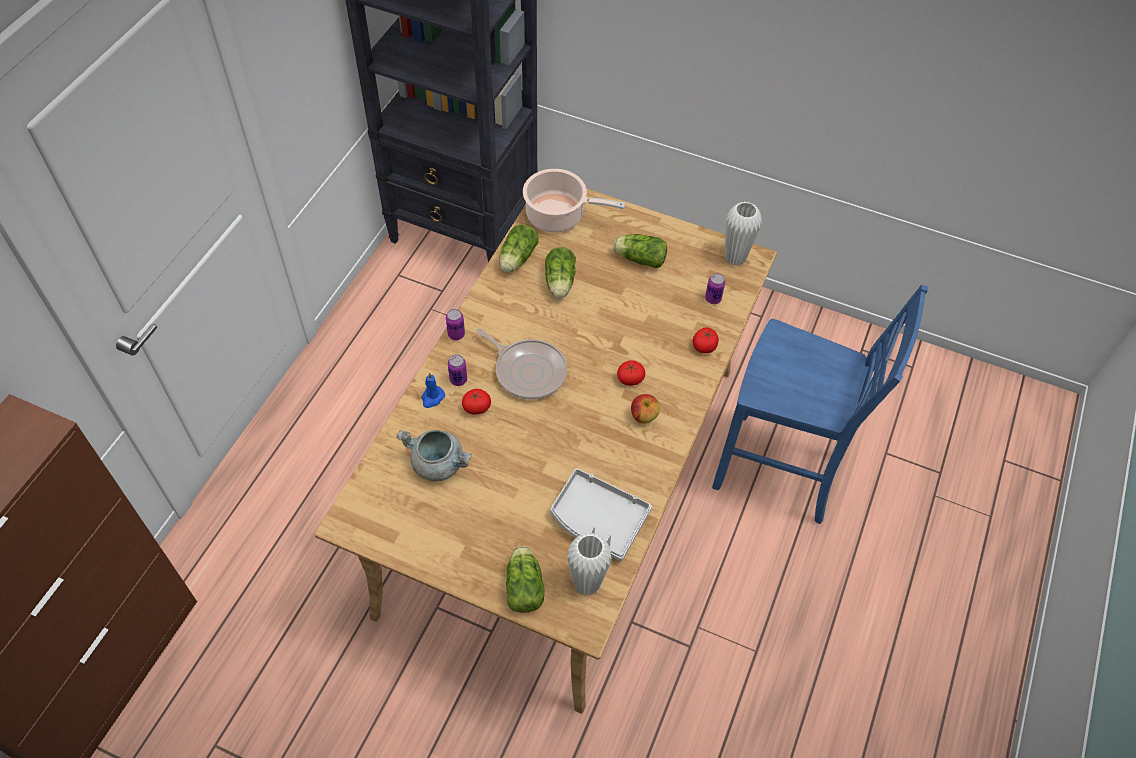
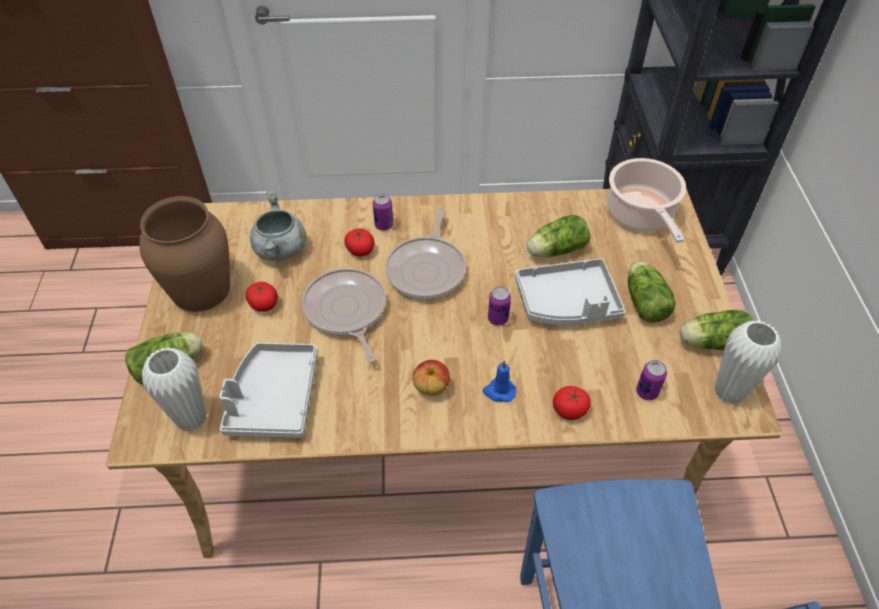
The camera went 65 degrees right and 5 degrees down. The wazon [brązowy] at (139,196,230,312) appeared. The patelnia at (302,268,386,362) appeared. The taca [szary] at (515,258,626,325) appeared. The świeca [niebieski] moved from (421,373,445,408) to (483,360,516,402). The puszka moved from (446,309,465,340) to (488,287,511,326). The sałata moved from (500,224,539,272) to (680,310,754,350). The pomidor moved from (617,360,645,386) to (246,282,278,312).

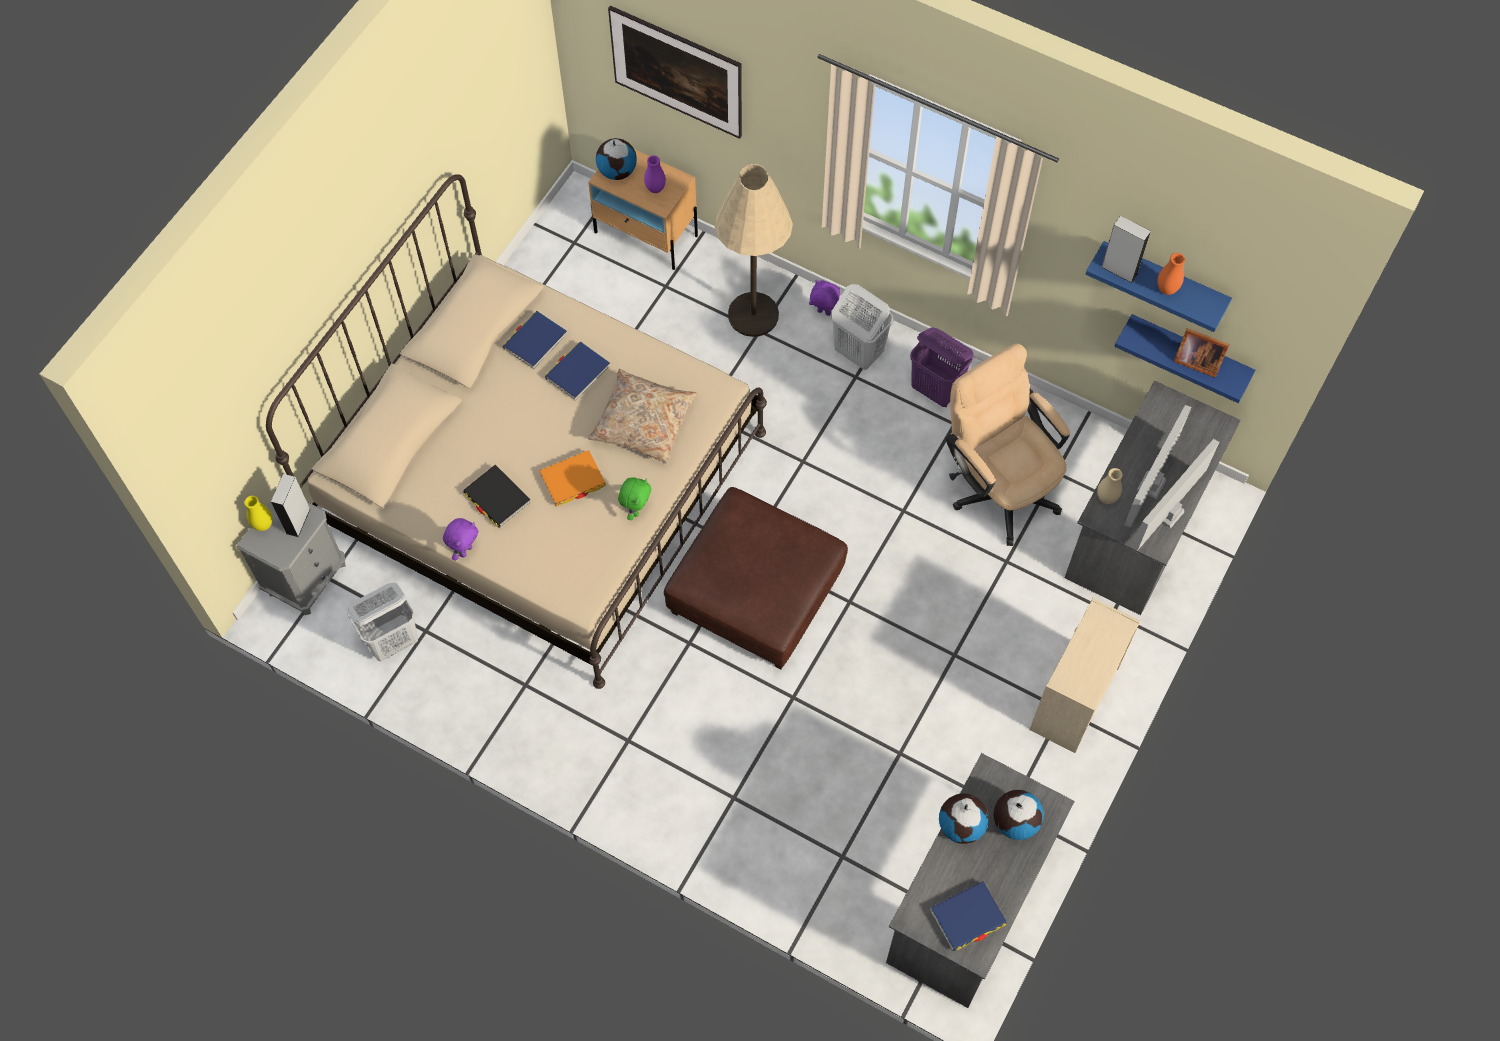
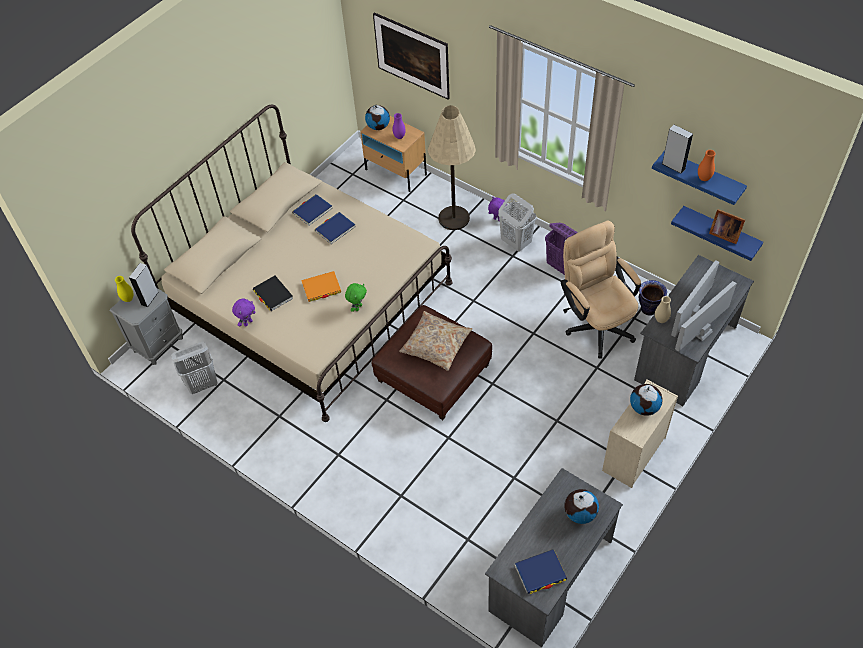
The camera went 10 degrees right and 10 degrees down. The wazon at (639,280,667,316) appeared. The poduszka [beżowy] moved from (588,369,697,464) to (399,311,472,371). The globus moved from (939,794,989,844) to (630,384,663,416).

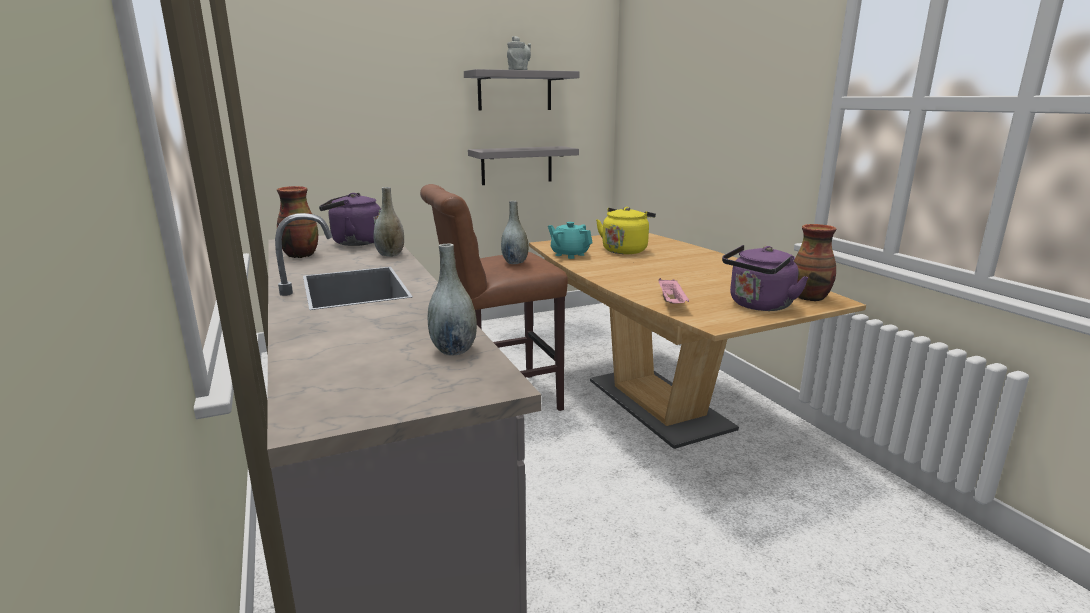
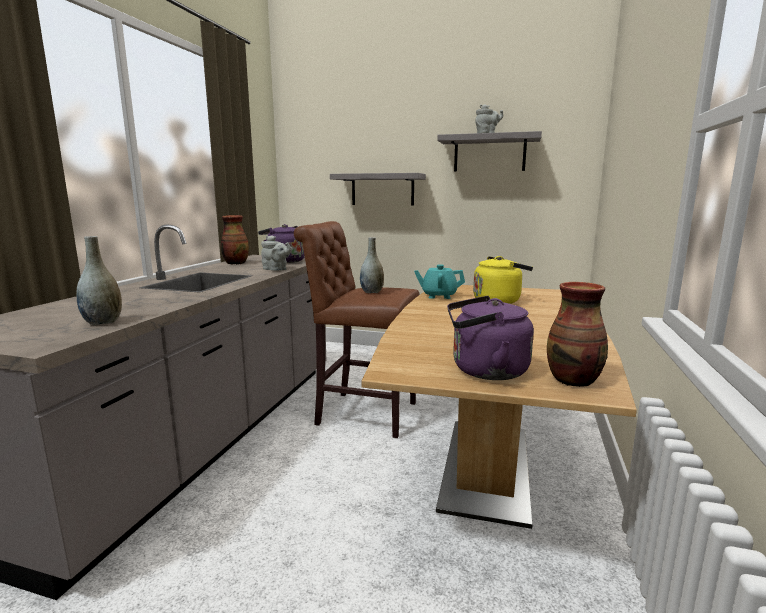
The camera went 40 degrees right and 5 degrees down. The taca [różowy] at (659,278,690,303) disappeared. The półka [szary] moved from (468,146,579,185) to (330,173,426,206). The wazon [szary] at (373,187,404,257) was replaced by the imbryk [szary] at (261,235,292,271). The imbryk [turkusowy] at (548,222,592,259) turned 75 degrees counterclockwise.

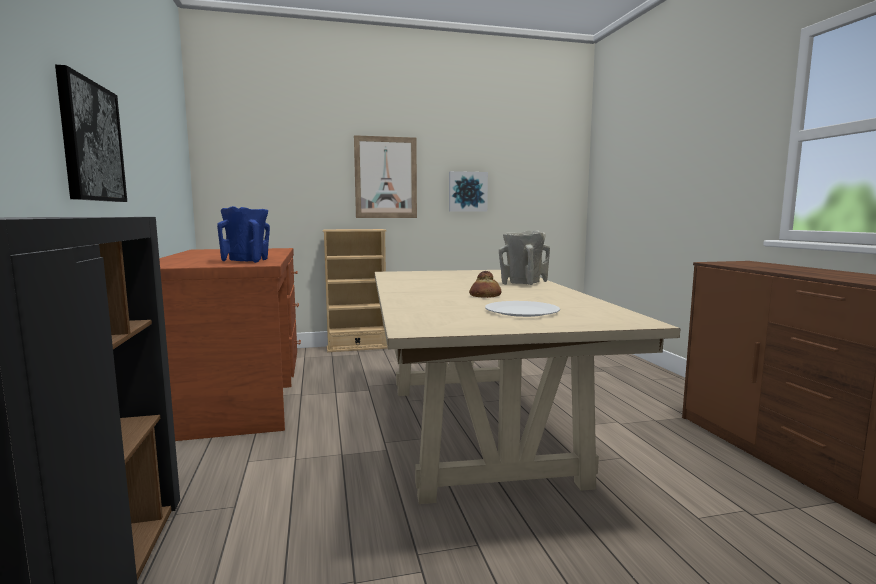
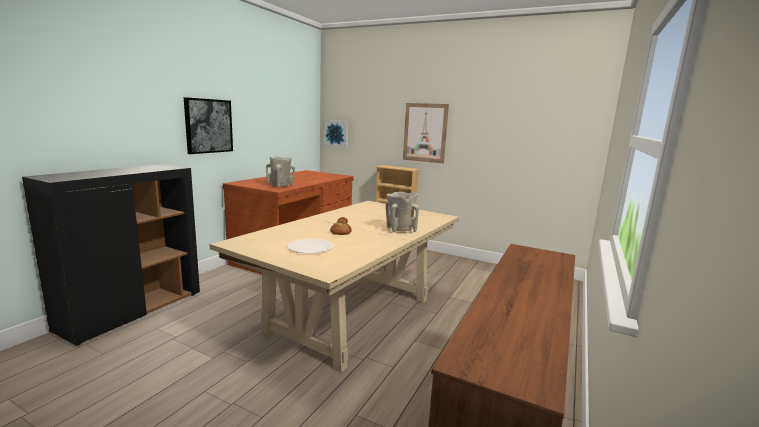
The camera went 40 degrees right and 5 degrees up. The obraz moved from (449,171,488,212) to (324,120,348,148). The wazon [niebieski] at (217,206,270,263) became the wazon [beżowy] at (266,156,295,188).

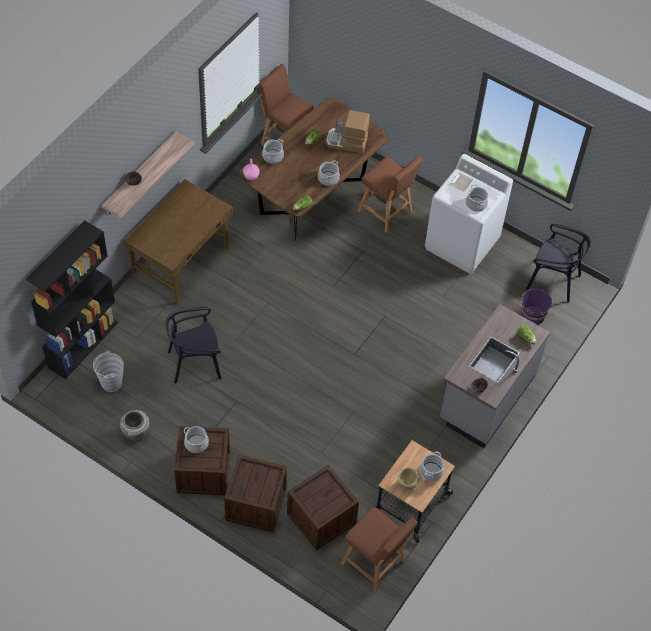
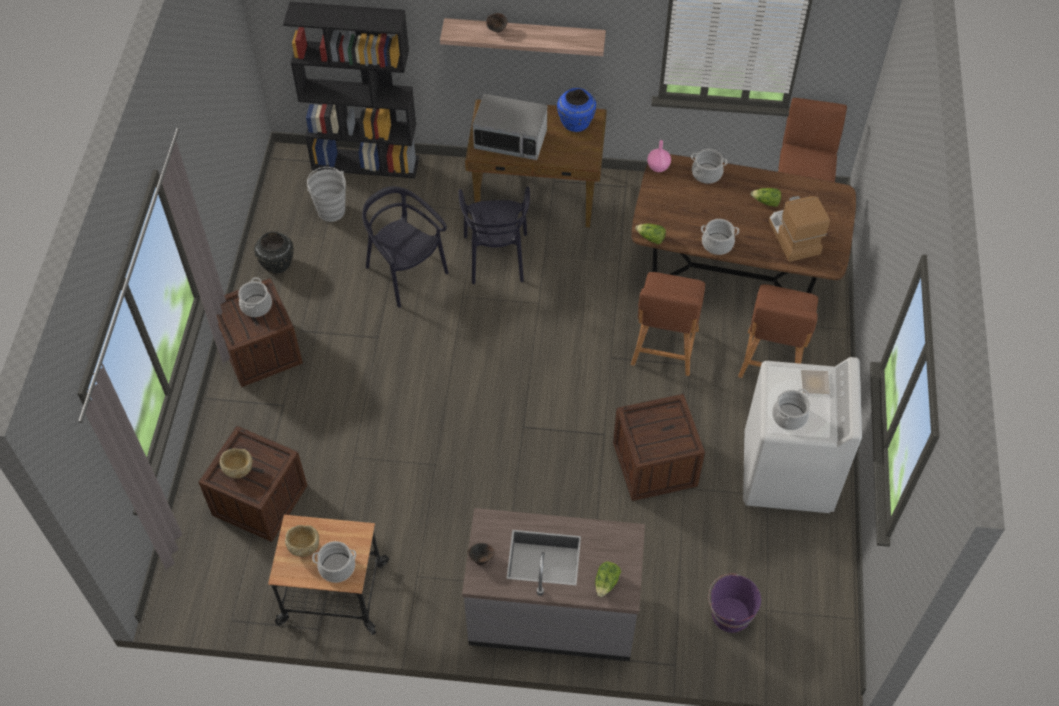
The camera went 65 degrees right and 0 degrees up. The miska [beżowy] at (219,448,252,478) appeared. The mikrofalówka at (473,94,547,160) appeared. The wazon [niebieski] at (557,88,596,132) appeared. The skrzynka moved from (224,455,287,532) to (613,394,705,501). The stołek [brązowy] moved from (341,507,418,592) to (631,272,705,376). The krzesło [czarny] moved from (526,224,591,302) to (458,187,530,284). The wazon [beżowy] at (120,410,150,442) became the wazon [czarny] at (254,232,293,274).

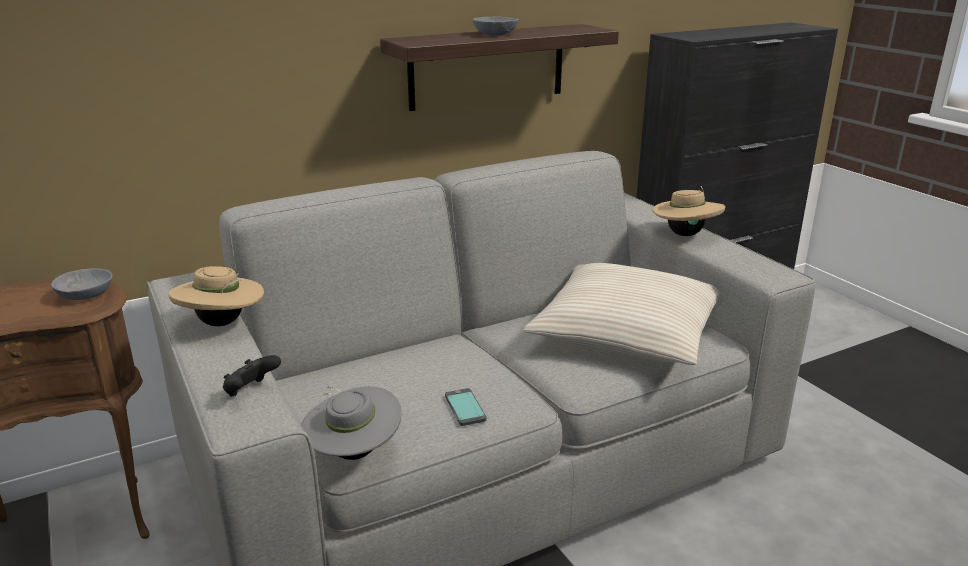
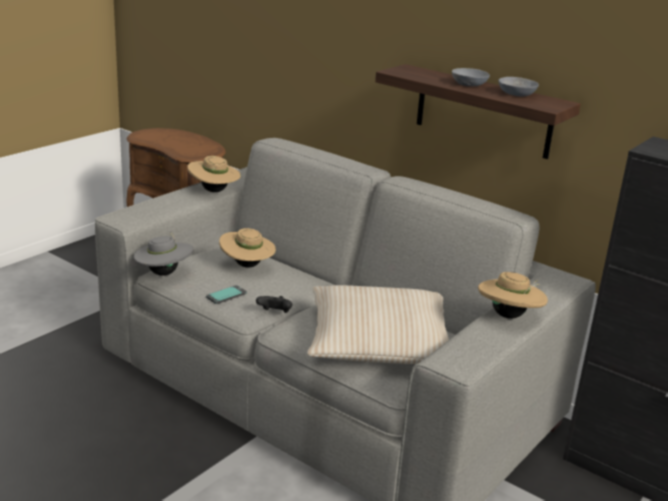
The camera went 65 degrees right and 0 degrees up. The kapelusz [beżowy] at (219,228,276,268) appeared. The miska [szary] moved from (51,268,113,300) to (498,77,539,97). The pad do gier [czarny] moved from (223,355,281,397) to (256,296,292,313).

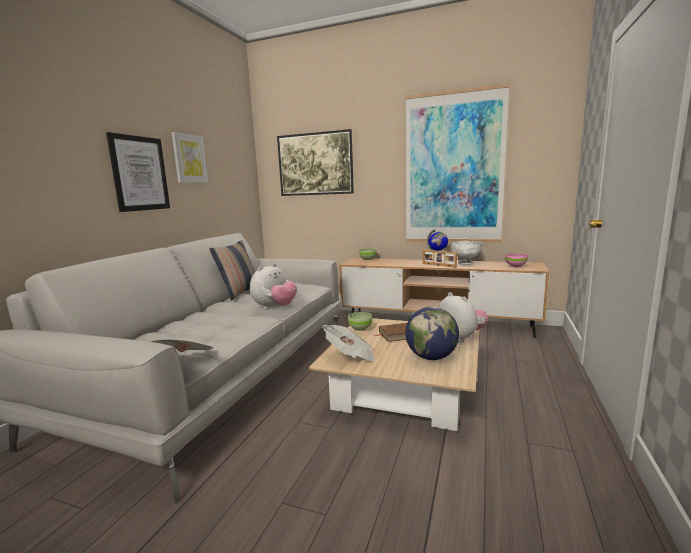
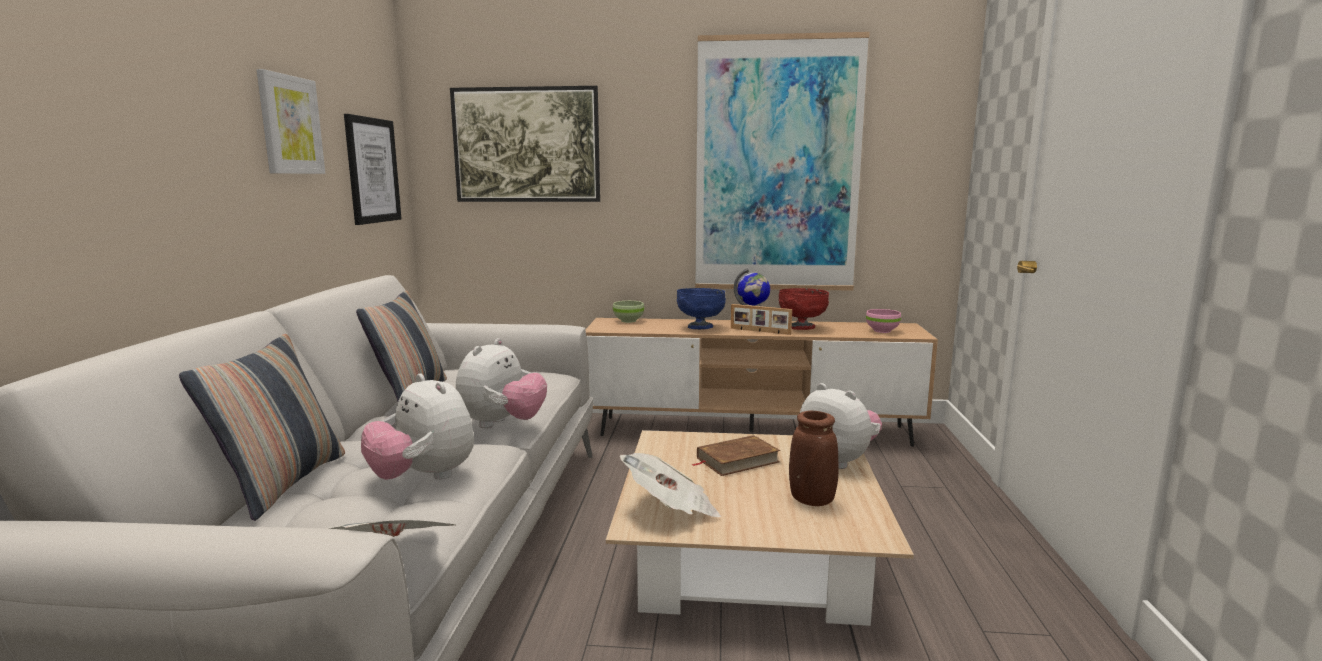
The camera went 15 degrees left and 0 degrees up. The miska [zielony] at (348,312,372,331) disappeared. The poduszka at (179,334,345,521) appeared. The pluszak at (361,373,474,480) appeared. The miska [niebieski] at (677,288,726,329) appeared. The obraz moved from (106,132,170,212) to (344,114,402,225). The globus at (405,307,459,360) was replaced by the wazon [brązowy] at (789,411,839,506). The miska [biały] at (451,241,482,265) became the miska [czerwony] at (779,288,829,330).

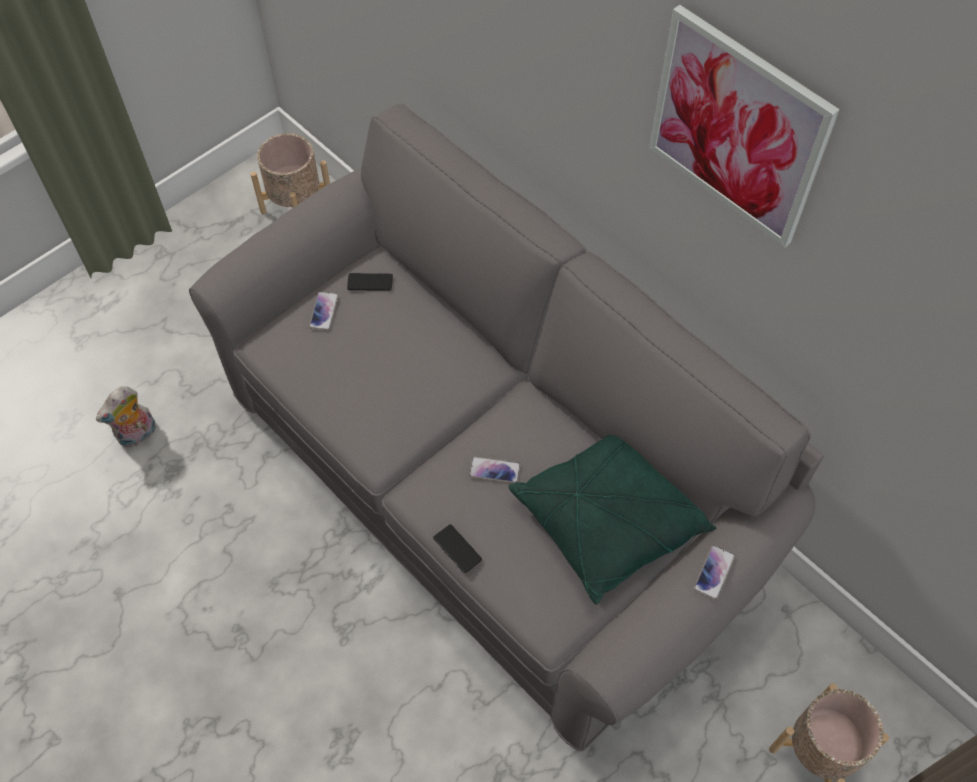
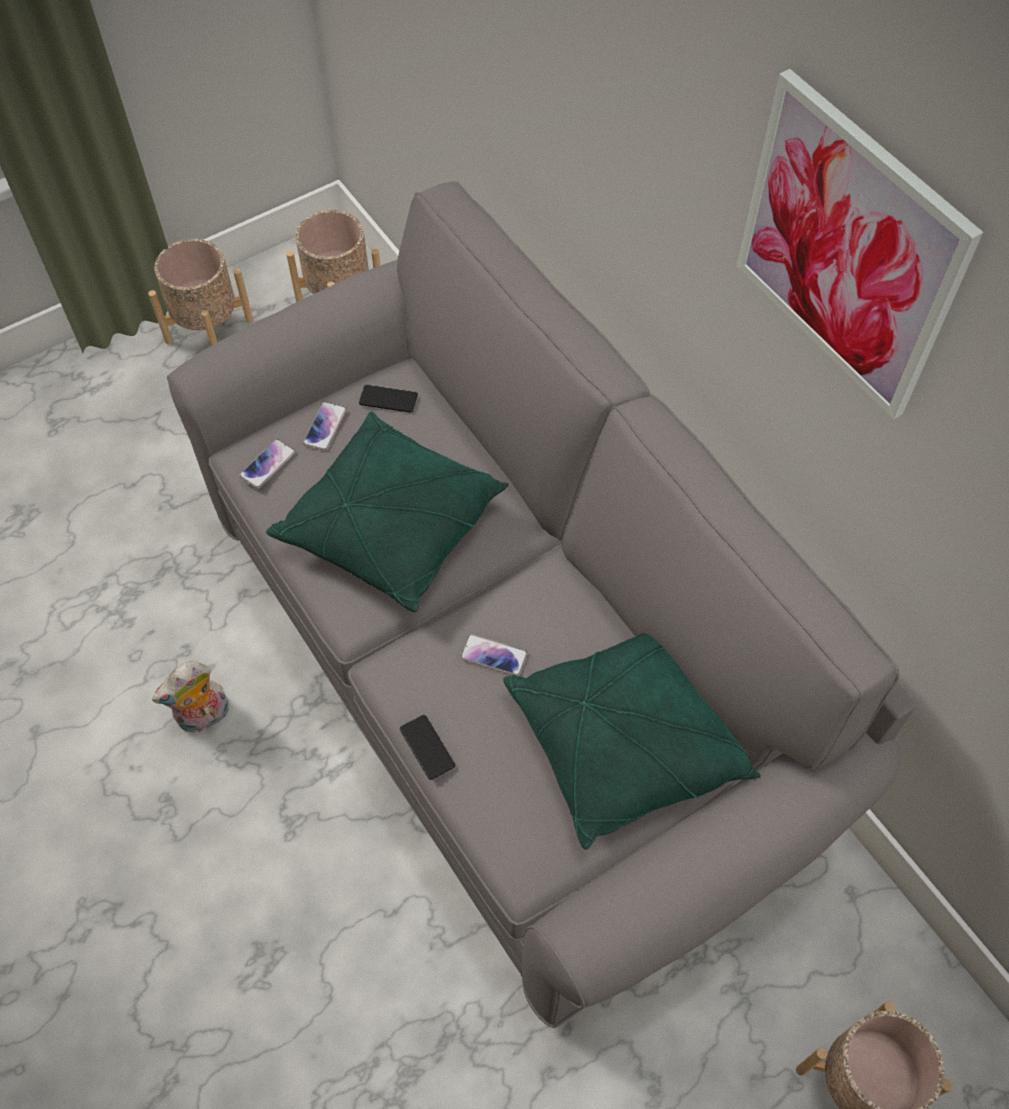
The camera went 10 degrees right and 0 degrees up. The donica [beżowy] at (148,239,253,346) appeared. The poduszka [zielony] at (266,411,509,612) appeared. The pluszak moved from (96,386,156,447) to (152,661,229,733). The telefon moved from (694,545,735,600) to (239,439,295,489).

